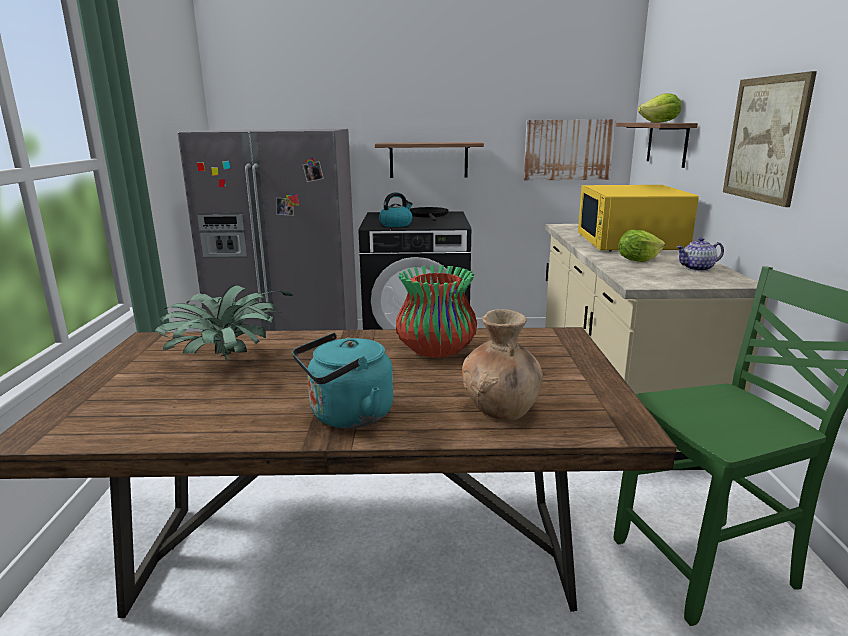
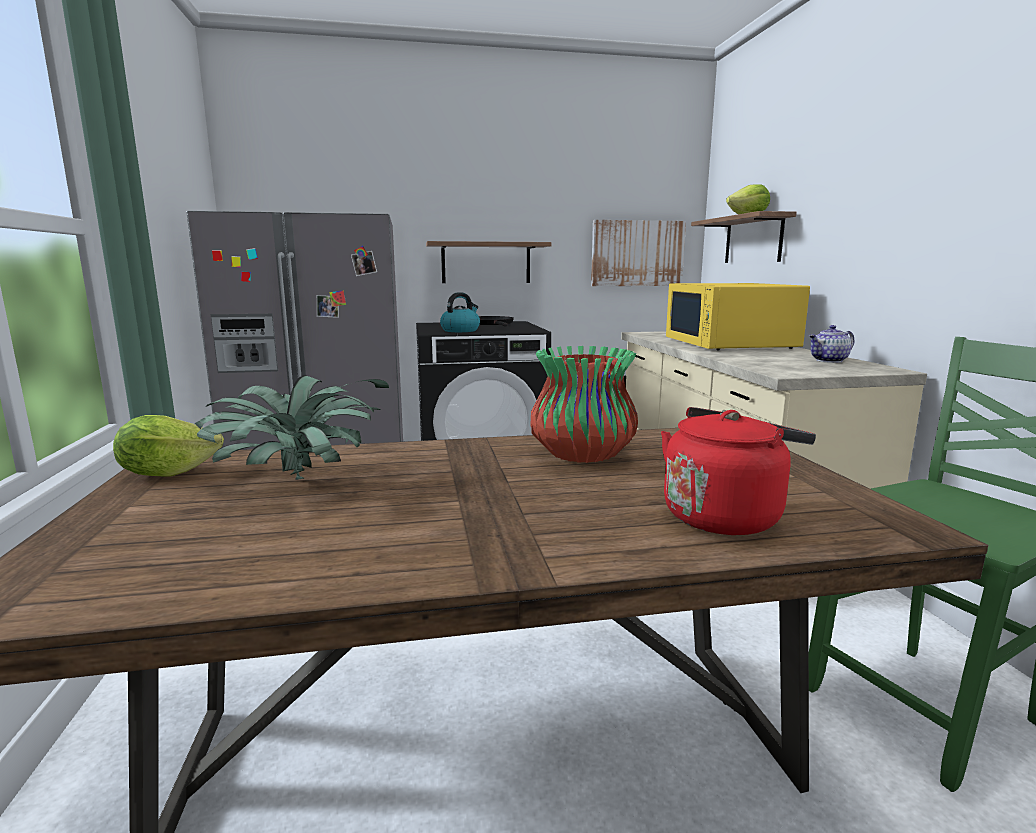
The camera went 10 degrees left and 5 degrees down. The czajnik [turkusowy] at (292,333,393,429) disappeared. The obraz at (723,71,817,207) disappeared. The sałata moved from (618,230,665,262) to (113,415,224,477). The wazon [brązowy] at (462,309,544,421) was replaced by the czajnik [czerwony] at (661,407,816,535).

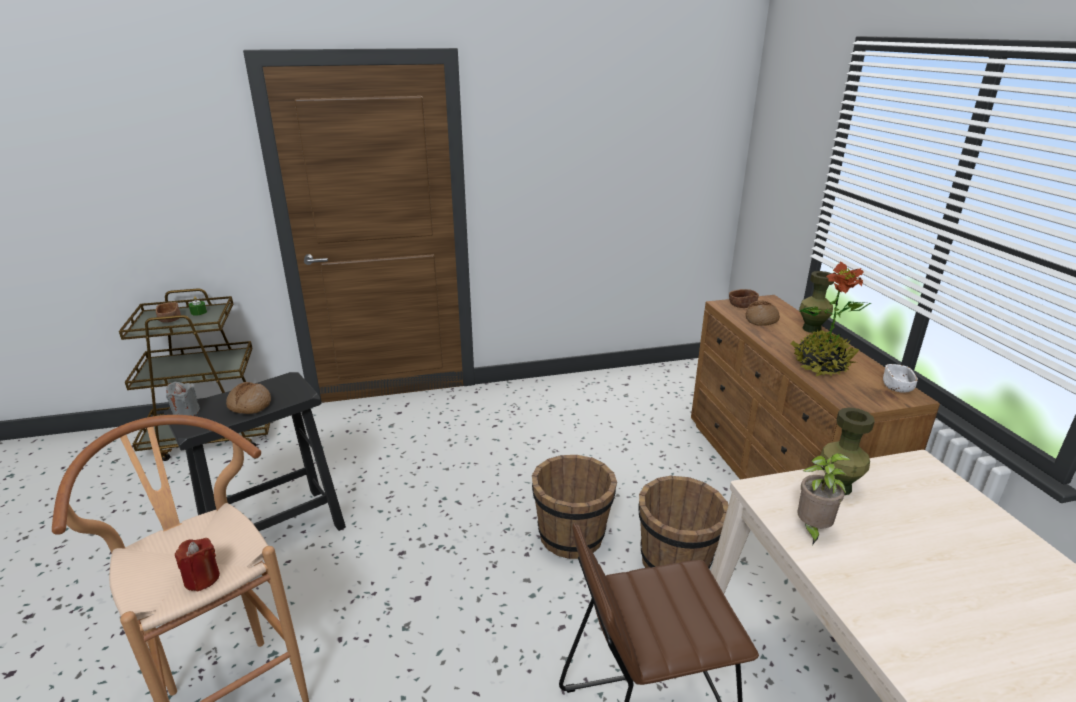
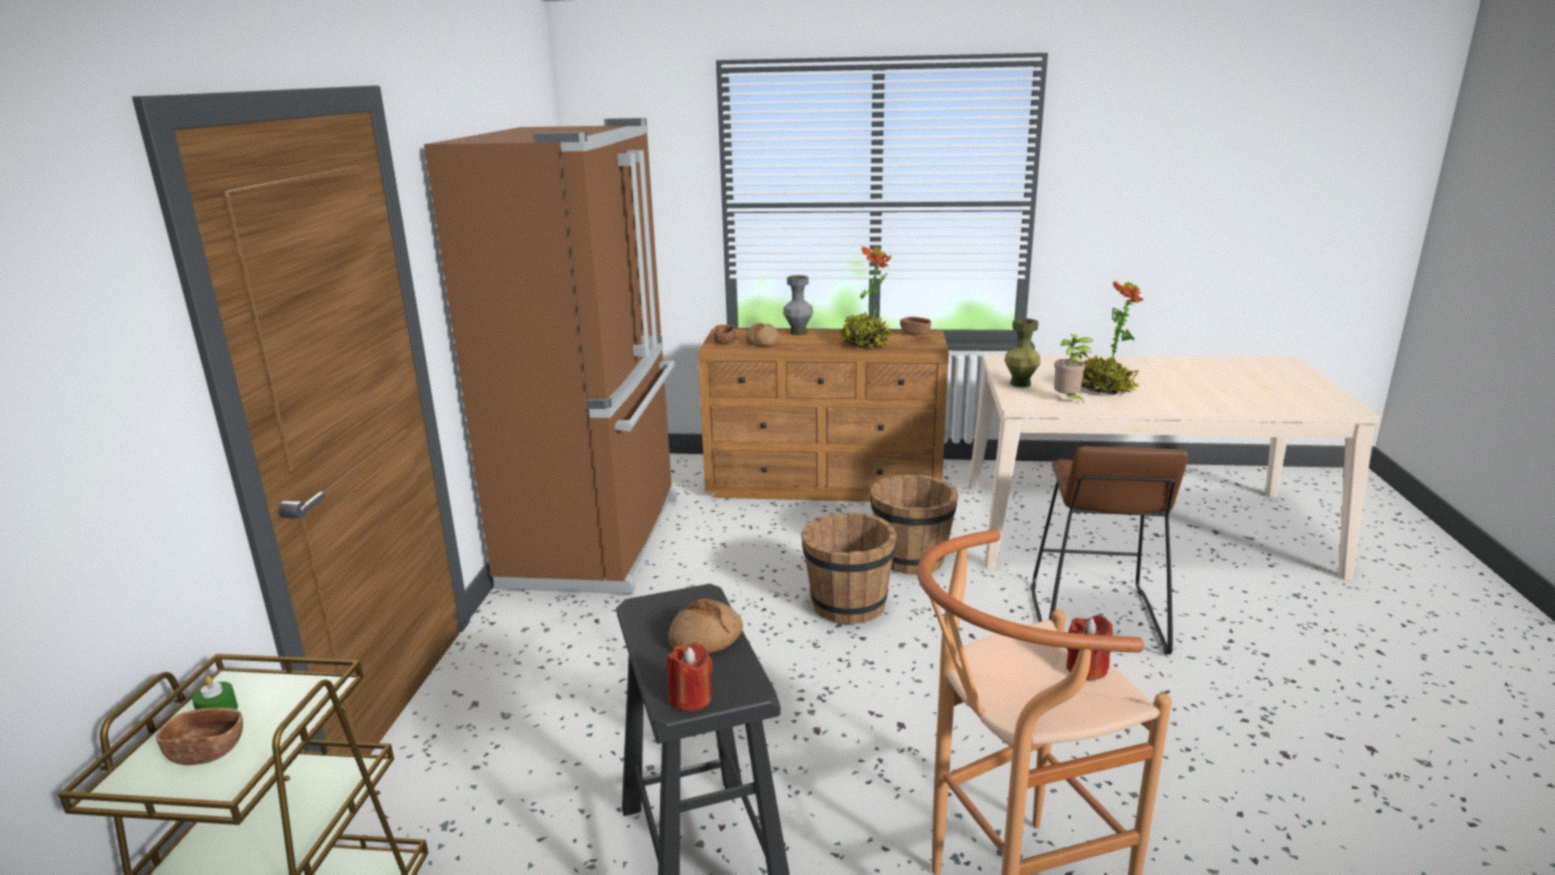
The camera went 70 degrees left and 5 degrees down. The lodówka [brązowy] at (424,118,677,594) appeared. The roślina doniczkowa at (1082,281,1144,395) appeared. The świeca [szary] at (166,382,200,416) became the świeca [czerwony] at (667,643,713,711). The wazon [zielony] at (799,271,834,333) became the wazon [szary] at (783,275,813,335). The miska [biały] at (883,364,918,393) became the miska [brązowy] at (900,317,931,335).

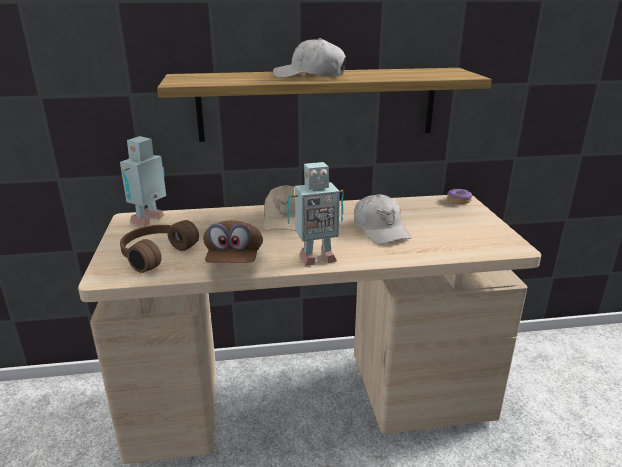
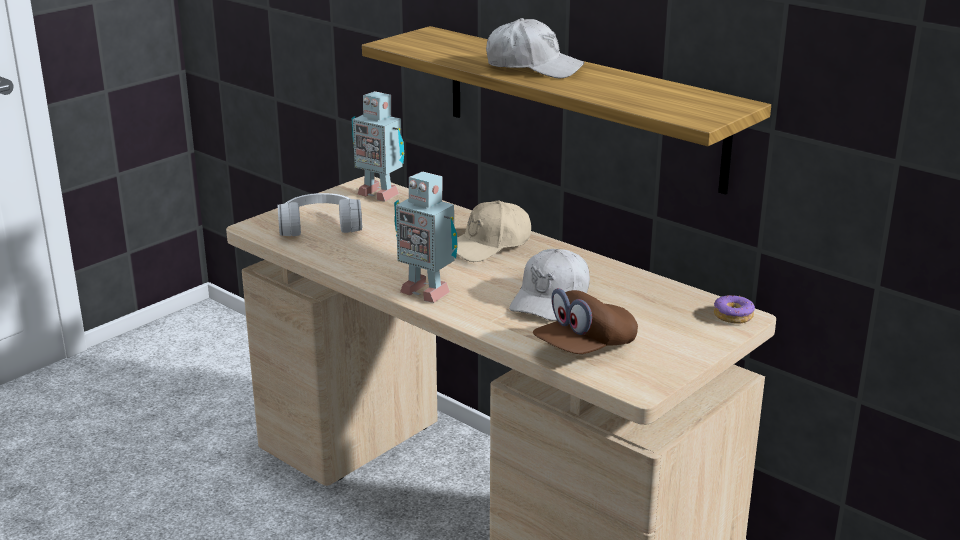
The camera went 50 degrees right and 0 degrees up. The czapka z daszkiem [brązowy] moved from (203,221,263,263) to (533,288,638,354). The słuchawki [brązowy] at (120,220,199,273) became the słuchawki [biały] at (278,193,362,236). The robot zabawkowy at (120,136,166,226) turned 135 degrees counterclockwise. The czapka z daszkiem [biały] at (273,38,346,78) turned 135 degrees clockwise.

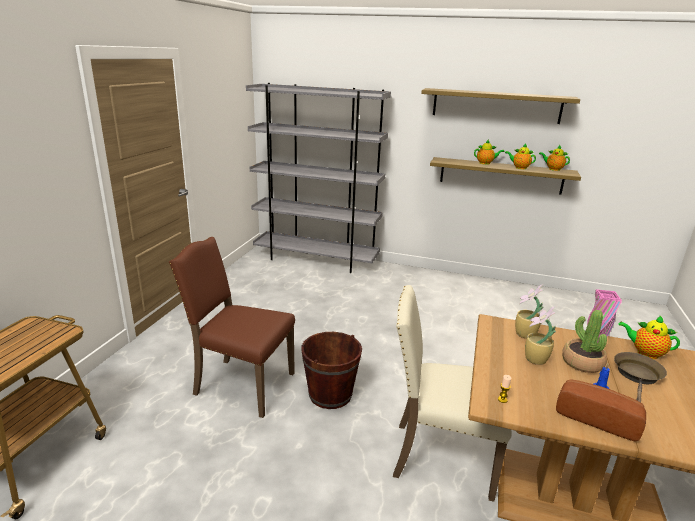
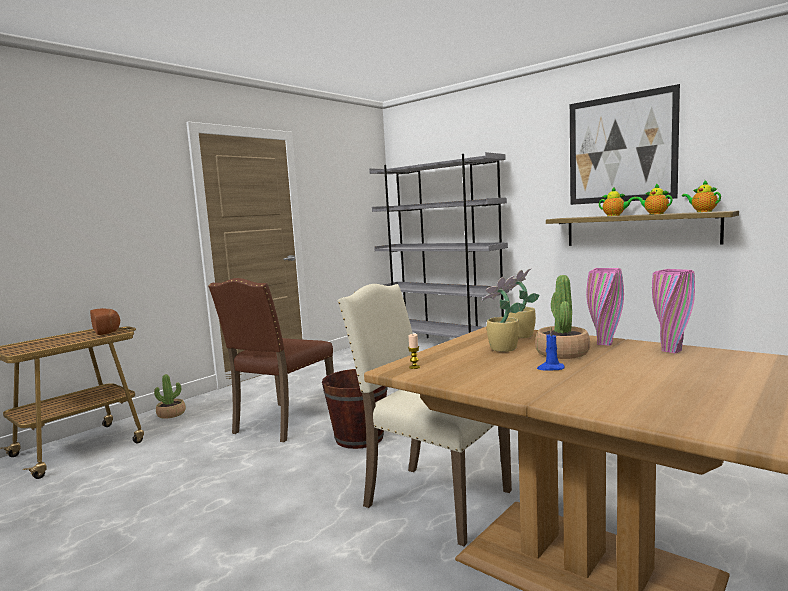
The camera went 25 degrees right and 15 degrees down. The patelnia [brązowy] at (614,352,667,402) disappeared. The roślina doniczkowa at (154,374,186,419) appeared. The chleb moved from (556,379,646,441) to (90,308,120,335). The półka at (421,88,580,124) was replaced by the obraz at (570,84,680,205). The imbryk at (618,316,680,359) was replaced by the wazon [różowy] at (652,269,695,353). The krzesło [brązowy] at (169,237,295,418) turned 105 degrees counterclockwise.

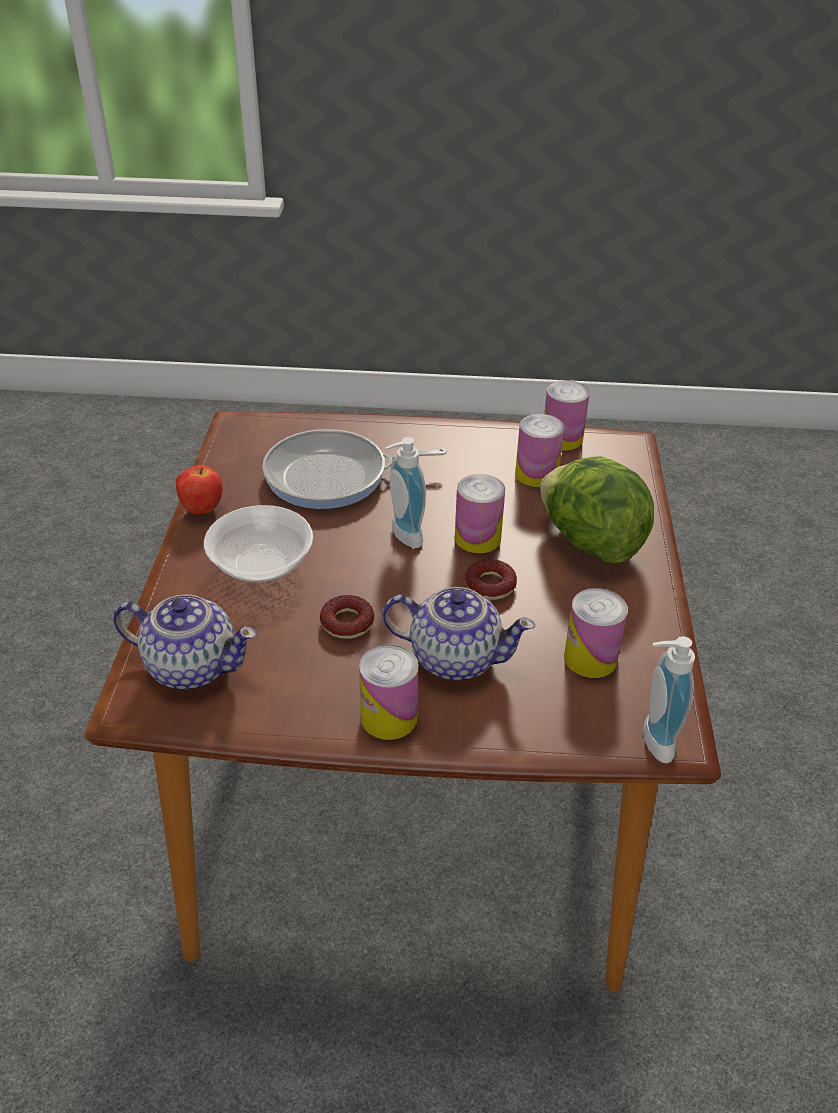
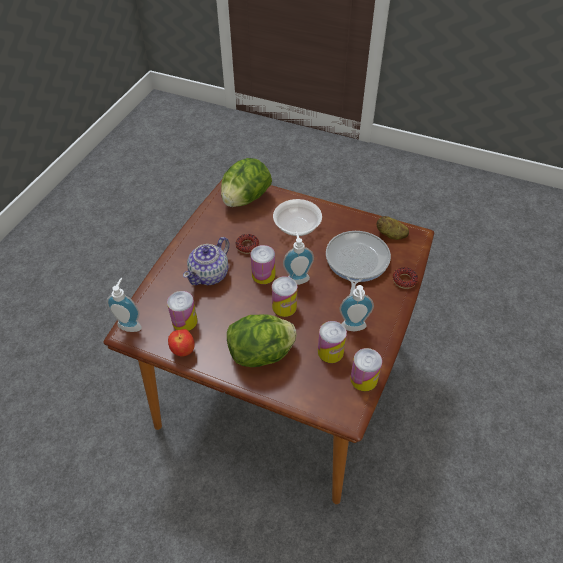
The camera went 110 degrees right and 10 degrees up. The dozownik mydła at (339,285,374,331) appeared. The ziemniak at (377,216,409,240) appeared. The jabłko moved from (176,465,223,514) to (168,329,195,357). The puszka moved from (359,644,419,740) to (251,245,275,284). The donut moved from (465,559,517,600) to (393,267,418,289). The imbryk at (113,594,257,690) was replaced by the sałata at (221,158,272,207).

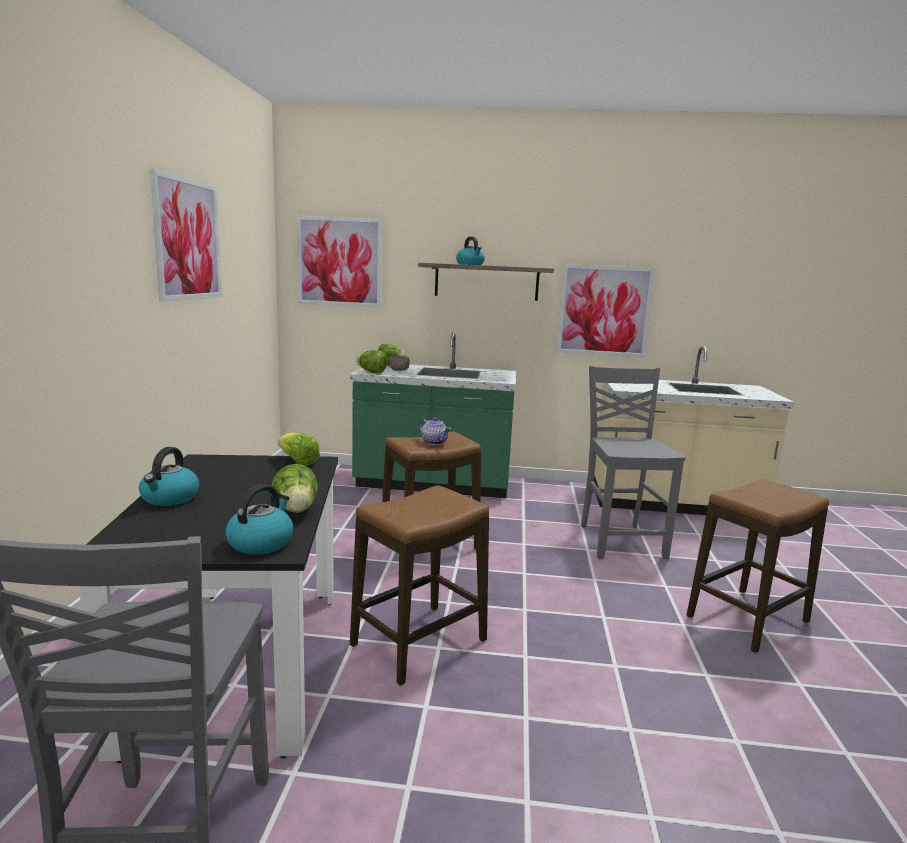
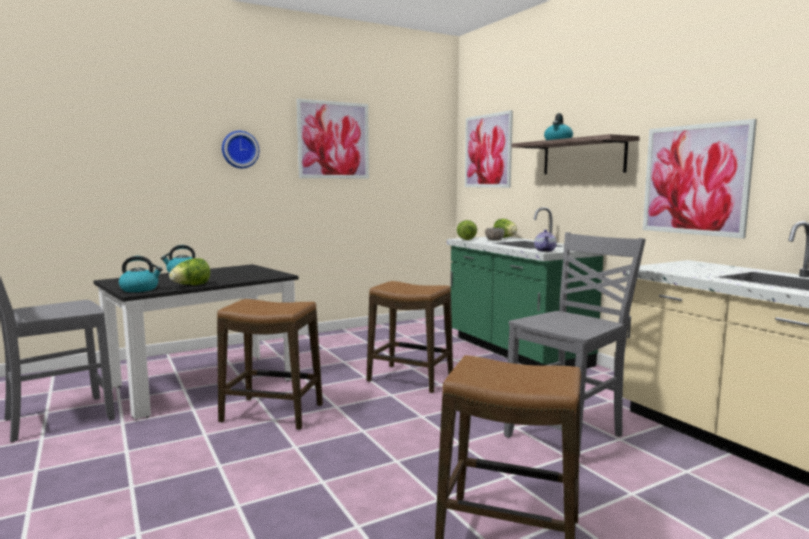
The camera went 55 degrees right and 5 degrees down. The sałata at (278,433,320,466) disappeared. The zegar ścienny at (222,131,259,168) appeared. The imbryk moved from (419,417,451,445) to (534,230,557,252).

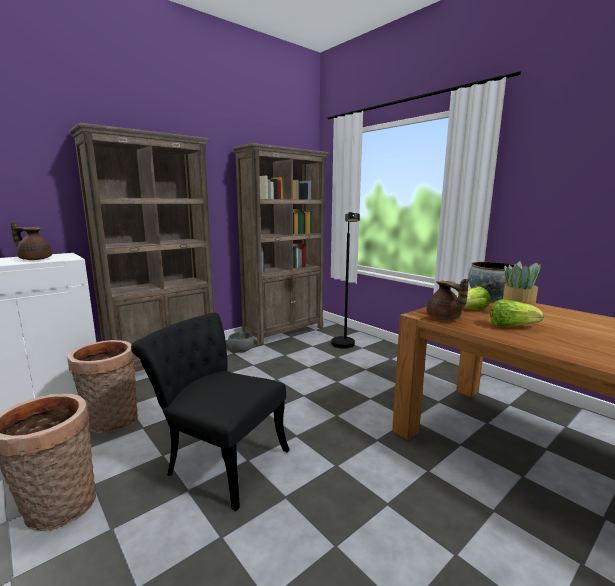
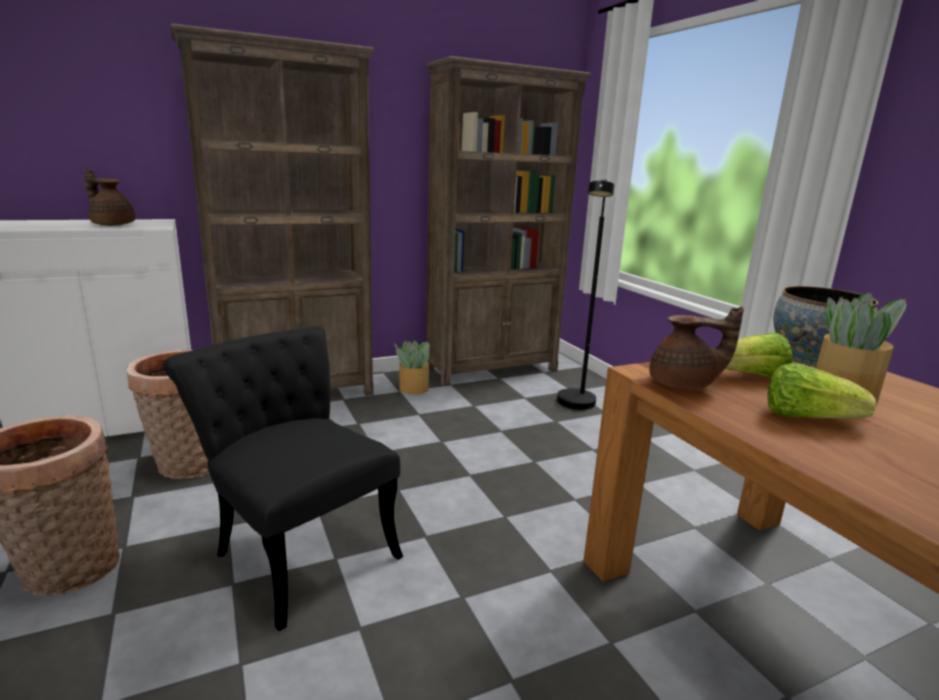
The camera went 15 degrees right and 5 degrees up. The miska [szary] at (228,332,254,353) was replaced by the roślina doniczkowa at (394,340,430,394). The imbryk [brązowy] at (427,278,469,320) turned 75 degrees counterclockwise.

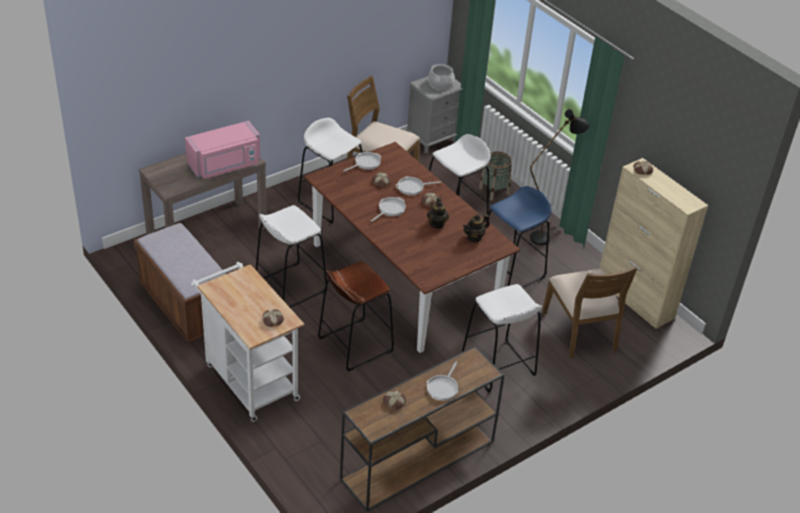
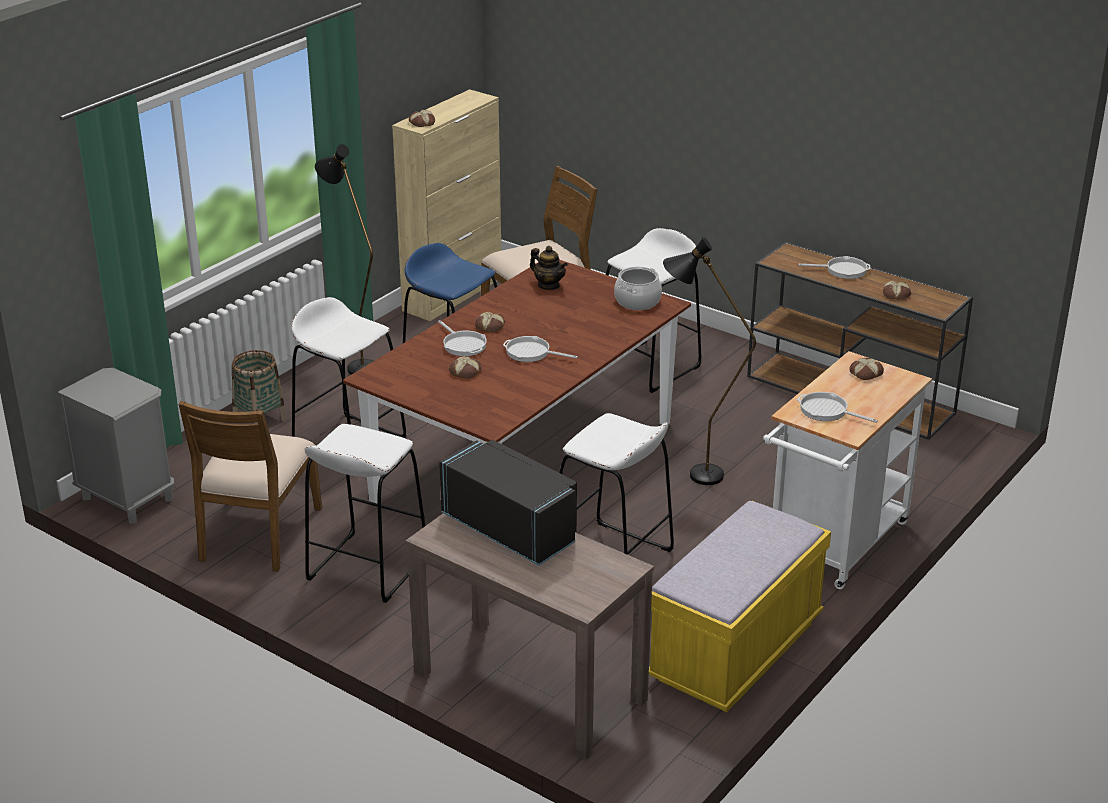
The camera went 105 degrees left and 10 degrees down. The imbryk at (427,197,449,229) disappeared. The patelnia moved from (343,152,381,172) to (797,392,878,423). The garnek moved from (428,64,455,90) to (614,266,662,310). The stołek [brązowy] at (318,261,394,372) was replaced by the lampa stojąca [czarny] at (663,237,756,485). The ławka [brązowy] at (134,223,226,343) became the ławka [żółty] at (649,501,831,712). The mikrofalówka [różowy] at (185,121,261,179) became the mikrofalówka [czarny] at (439,439,577,566).

